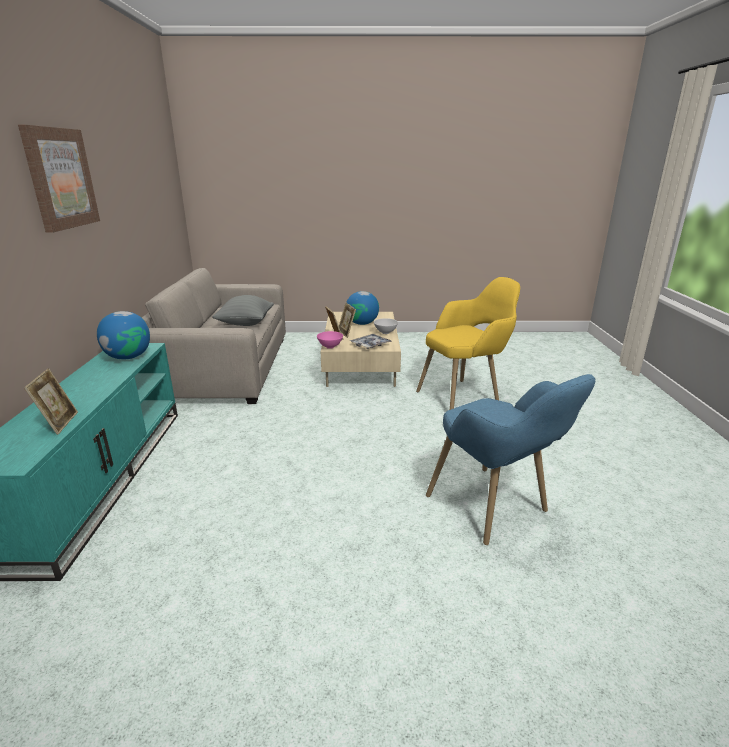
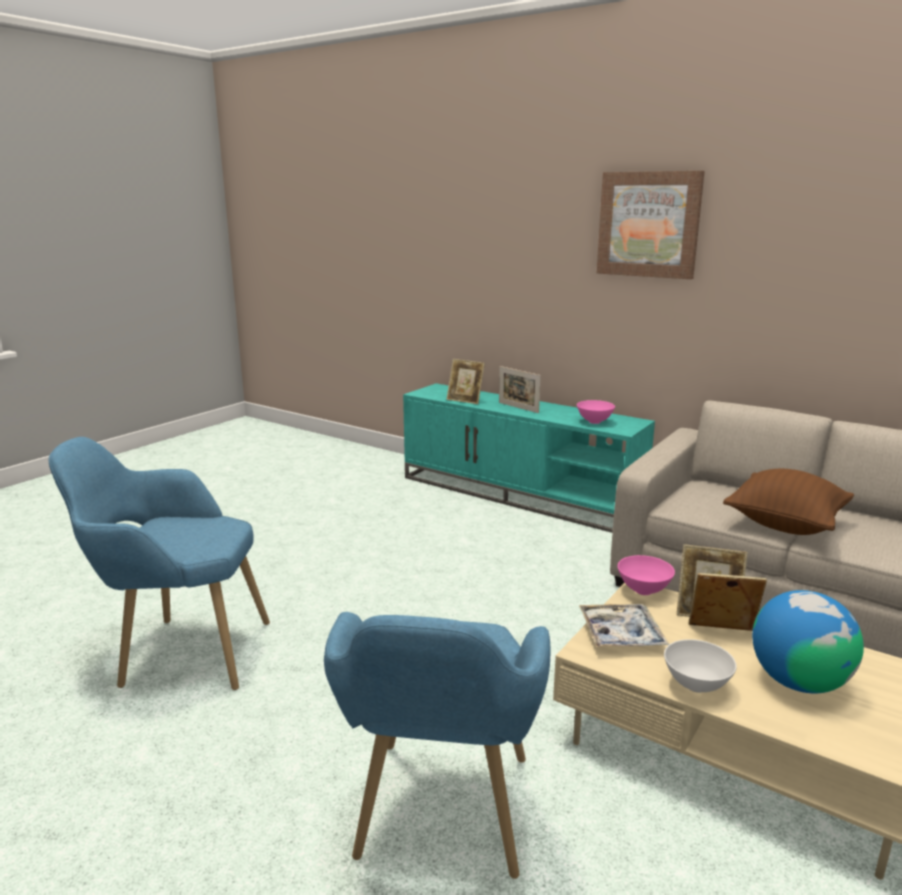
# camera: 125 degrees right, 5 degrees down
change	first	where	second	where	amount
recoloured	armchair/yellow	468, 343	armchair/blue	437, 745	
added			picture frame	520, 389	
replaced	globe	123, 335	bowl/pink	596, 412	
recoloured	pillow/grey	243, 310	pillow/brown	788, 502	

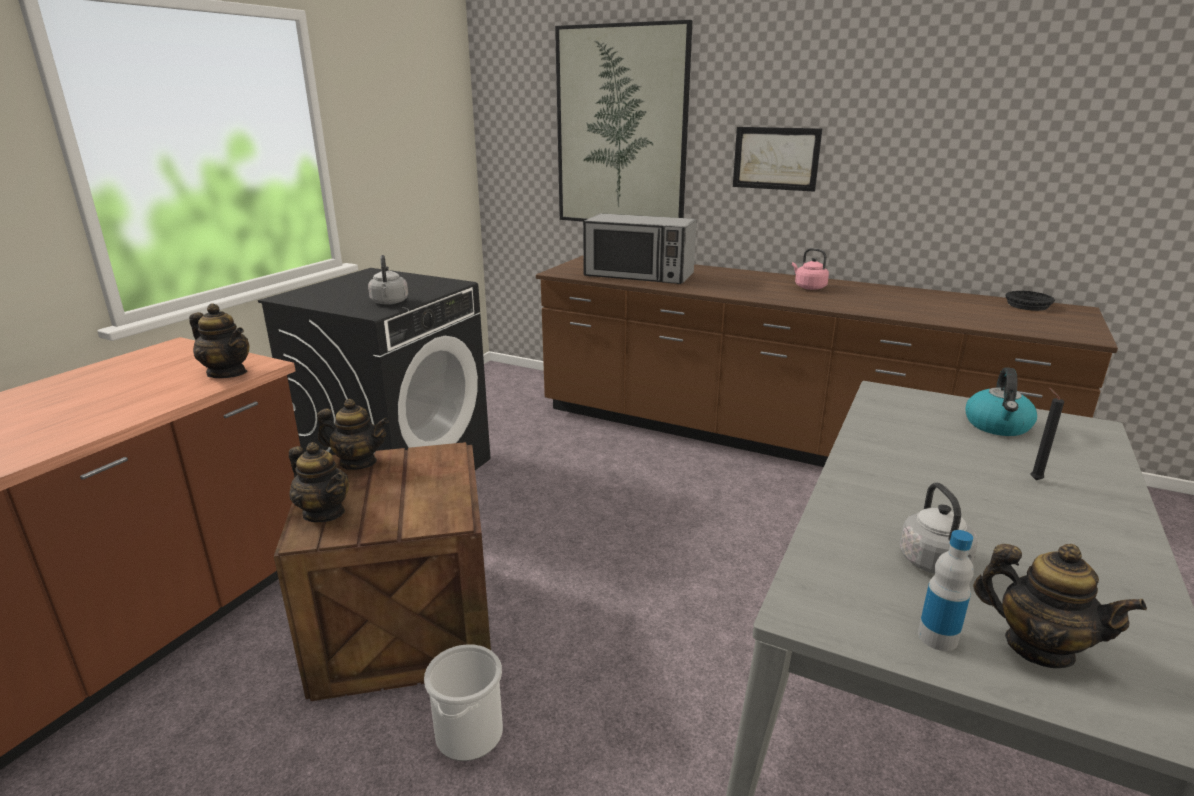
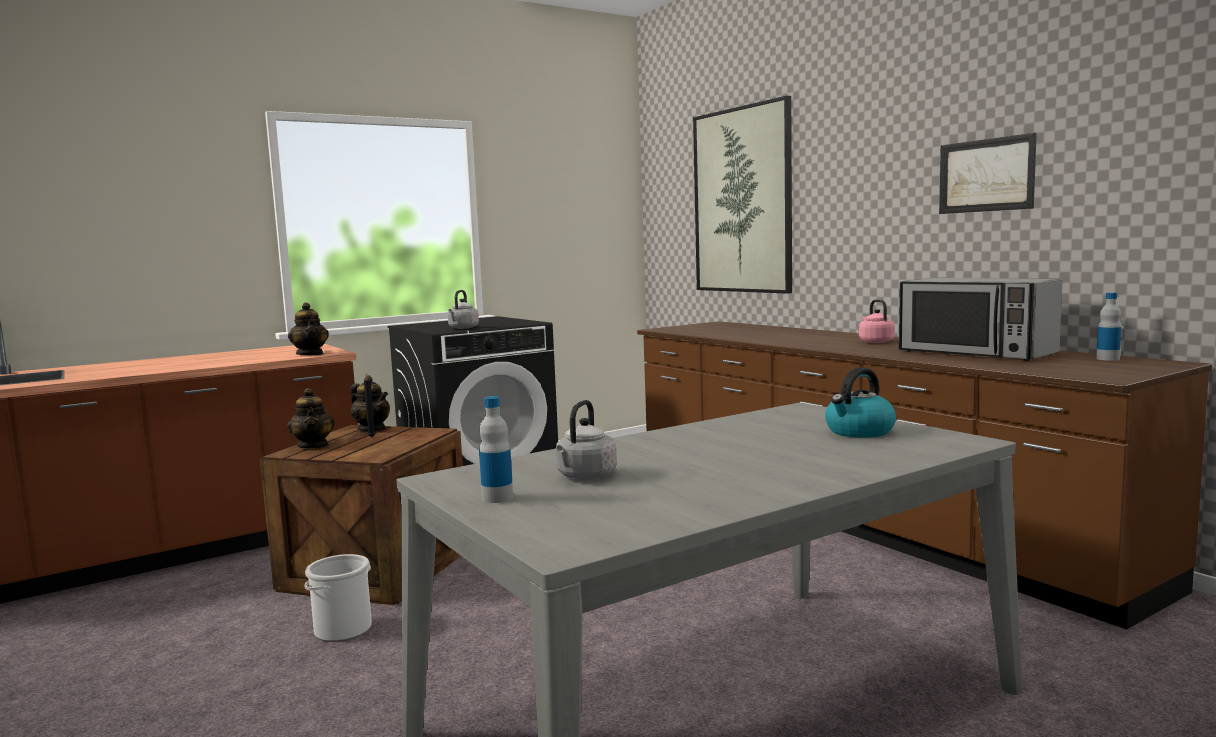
# camera: 30 degrees right, 15 degrees down
change	first	where	second	where	amount
moved	candle/black	1047, 434		370, 405	
moved	microwave	639, 249		980, 319	
moved	picture	777, 159		988, 173	
replaced	bowl/black	1030, 301	bottle	1109, 326	
removed	teapot	1060, 606			

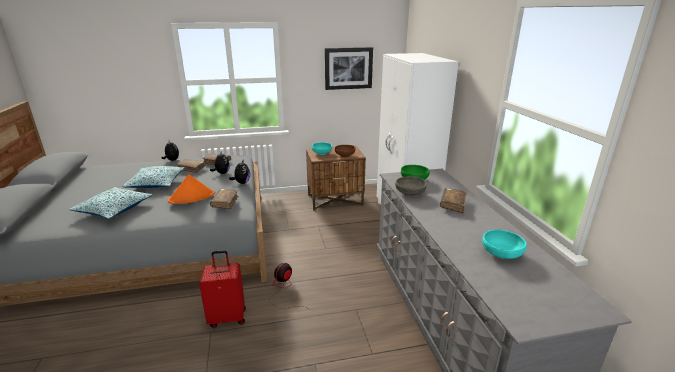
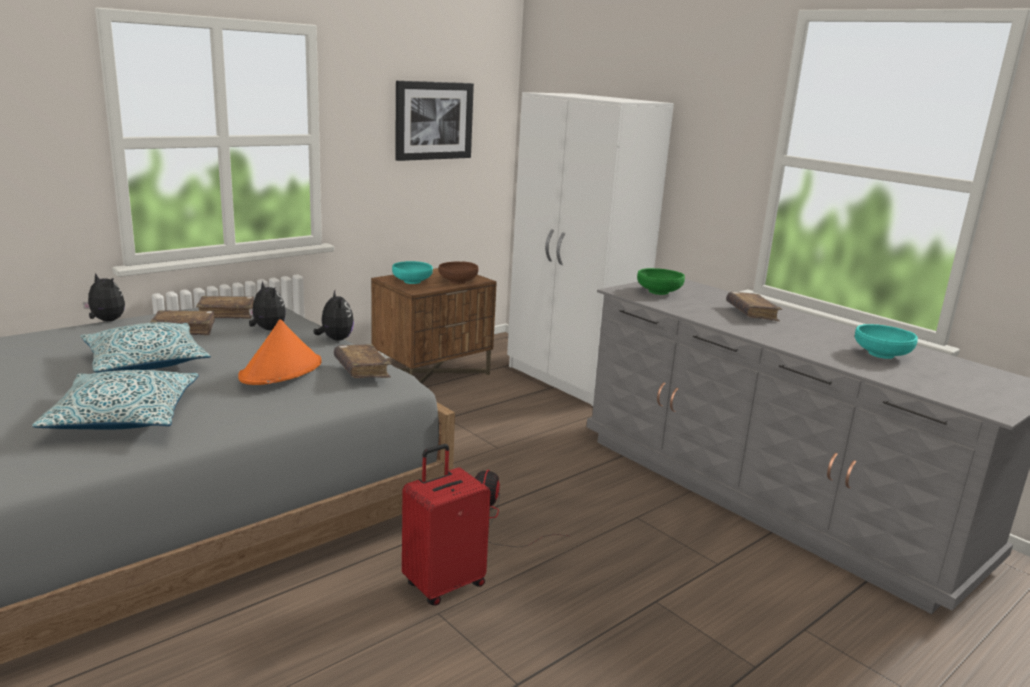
# camera: 30 degrees left, 5 degrees down
change	first	where	second	where	amount
removed	bowl/grey	411, 186			

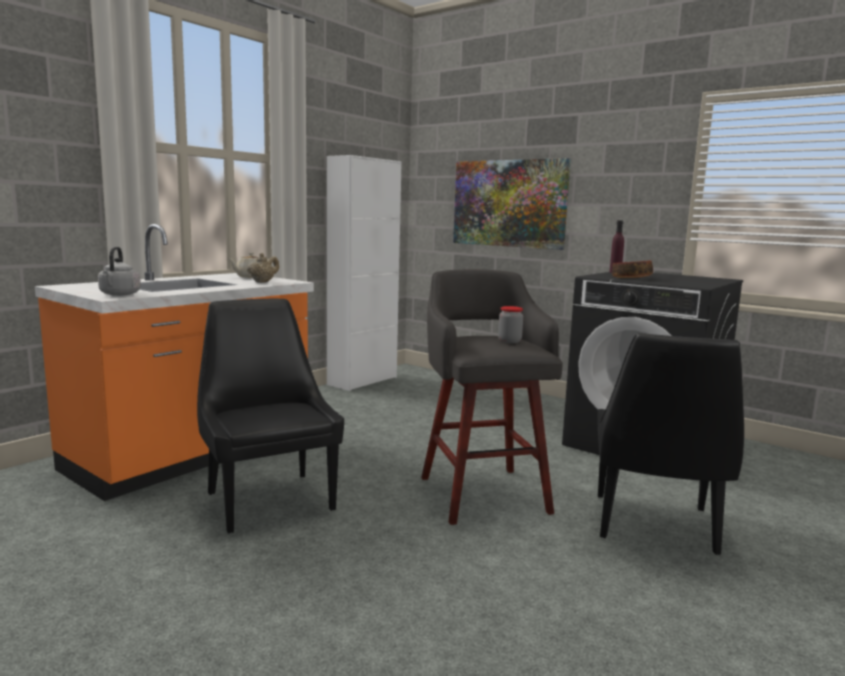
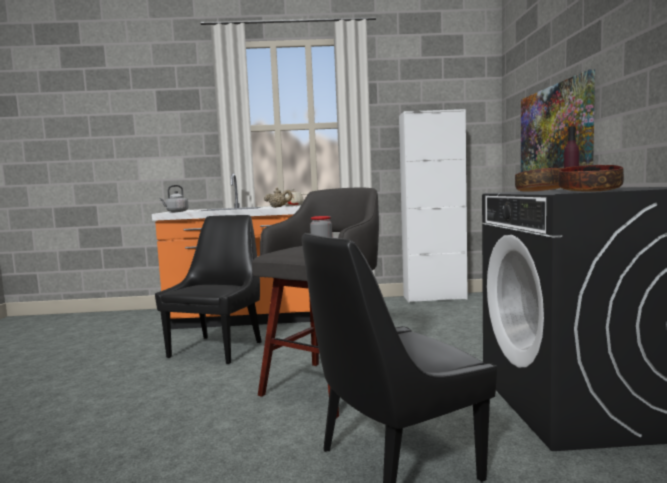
# camera: 50 degrees right, 5 degrees down
change	first	where	second	where	amount
added			bowl	591, 178	

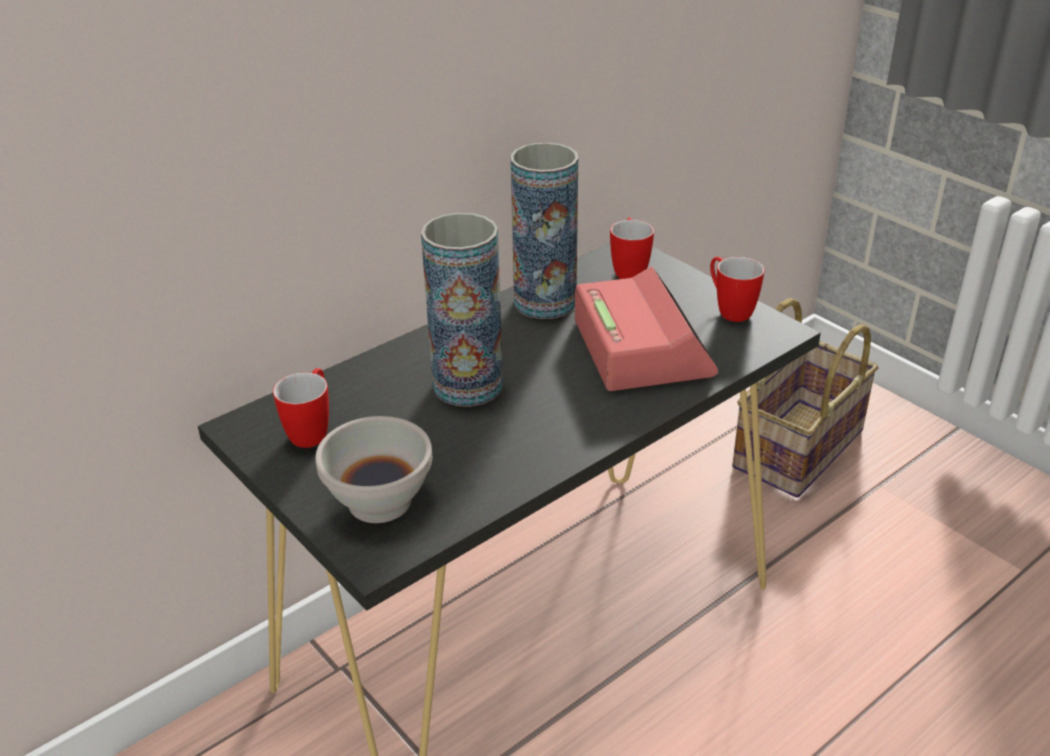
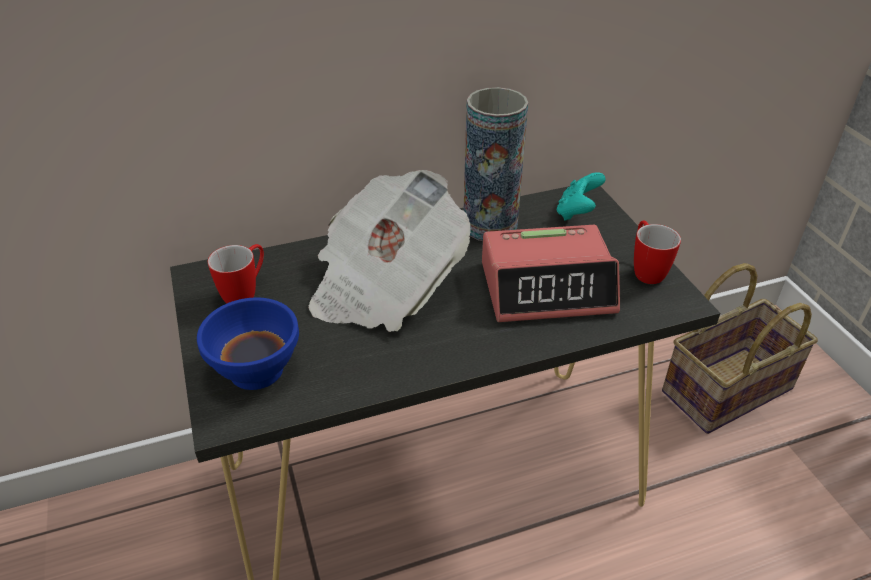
# camera: 20 degrees right, 5 degrees up
change	first	where	second	where	amount
recoloured	bowl/white	373, 469	bowl/blue	248, 344	
replaced	vase	462, 310	newspaper	389, 251	
turned	alarm clock	646, 328		551, 273	75 degrees clockwise
replaced	mug	632, 248	game controller/turquoise	581, 196	

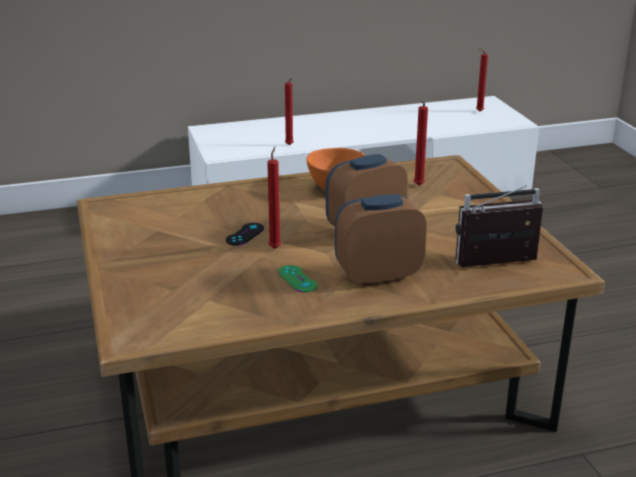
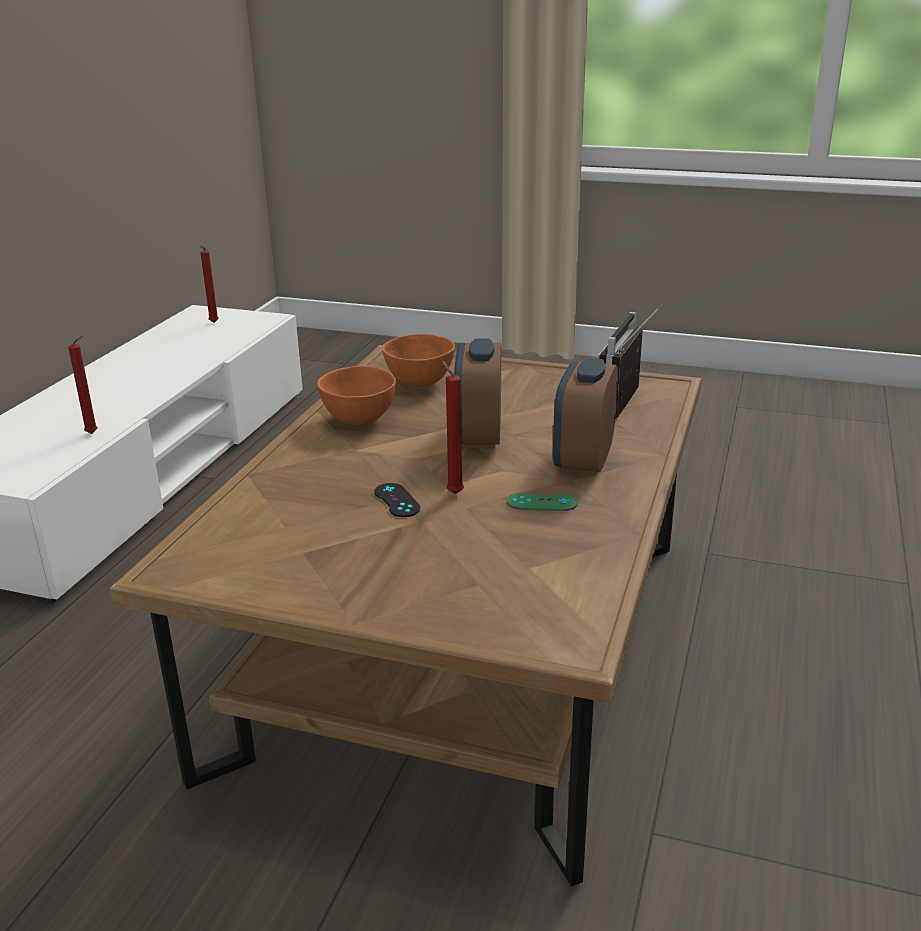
# camera: 55 degrees left, 0 degrees up
change	first	where	second	where	amount
replaced	candle/red	421, 143	bowl/orange	418, 360	

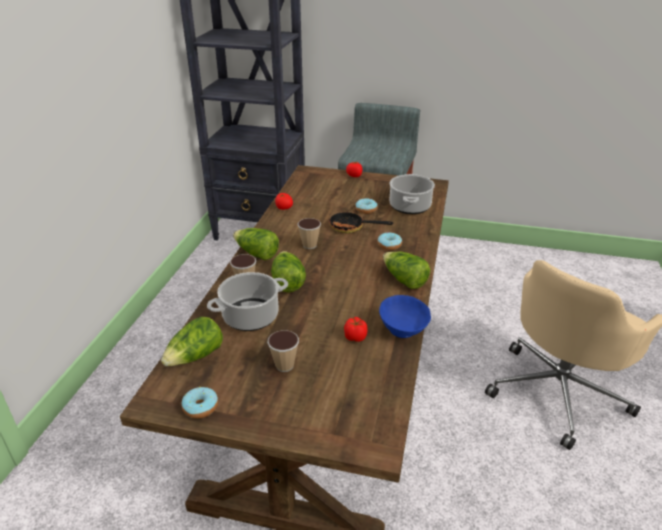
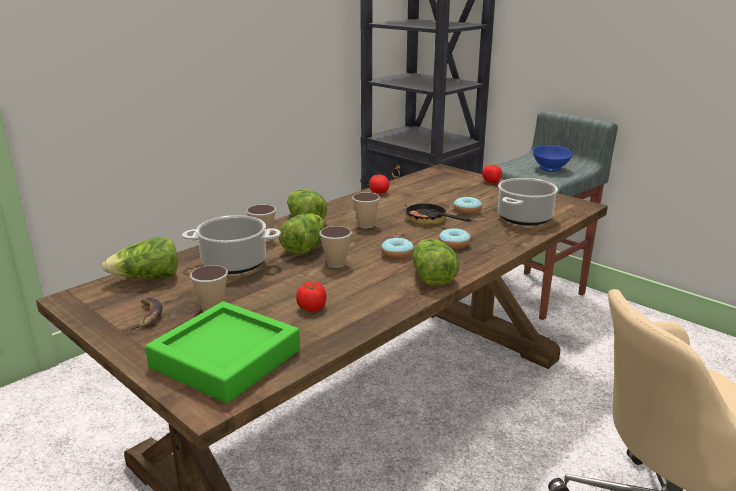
# camera: 30 degrees right, 10 degrees down
change	first	where	second	where	amount
added			banana	145, 314	
added			tray/green	222, 352	
added			cup	335, 247	
moved	donut	199, 403		397, 248	
moved	bowl/blue	405, 316		553, 158	

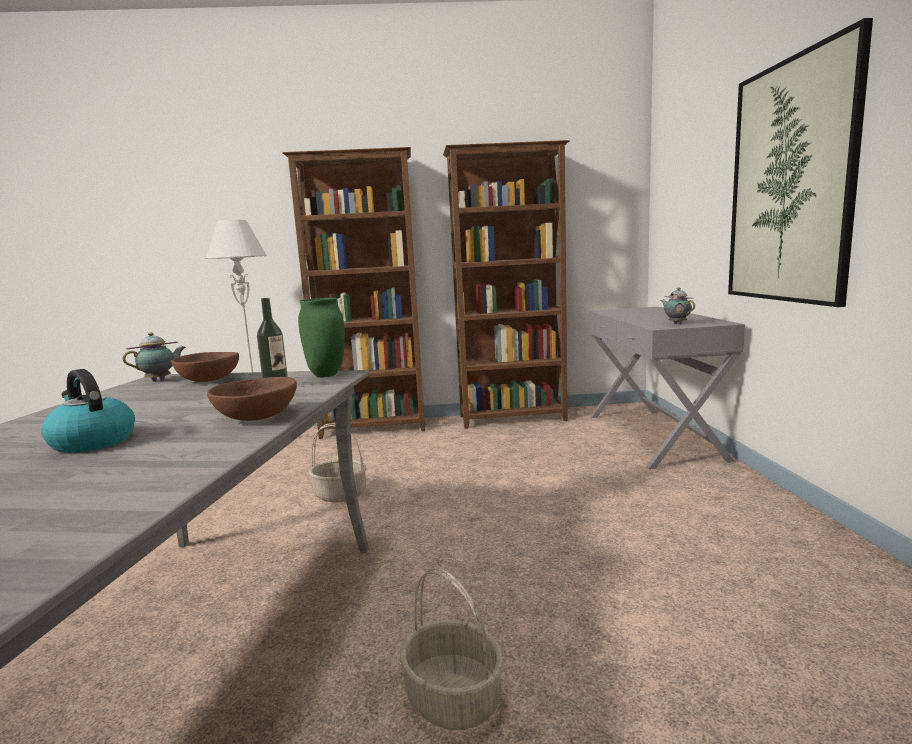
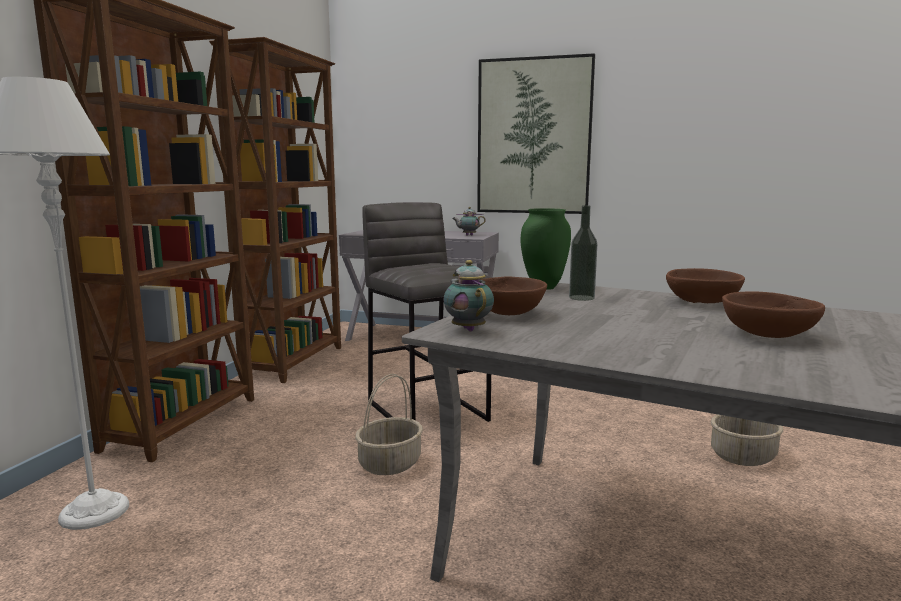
# camera: 70 degrees left, 0 degrees up
change	first	where	second	where	amount
added			stool/grey	426, 312	
replaced	kettle	88, 411	bowl/brown	773, 314	

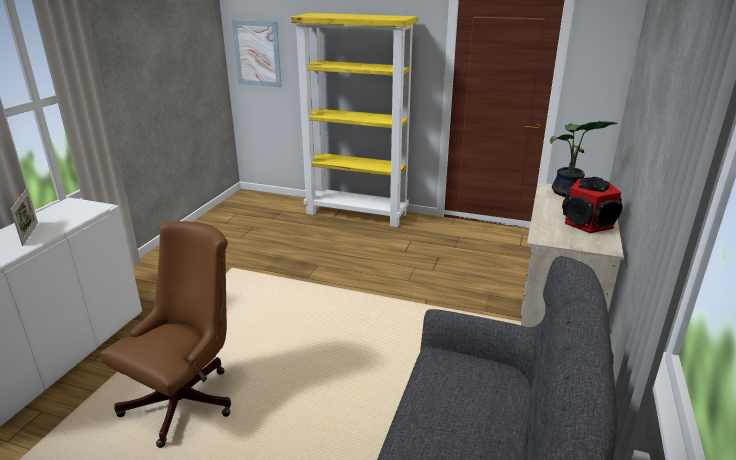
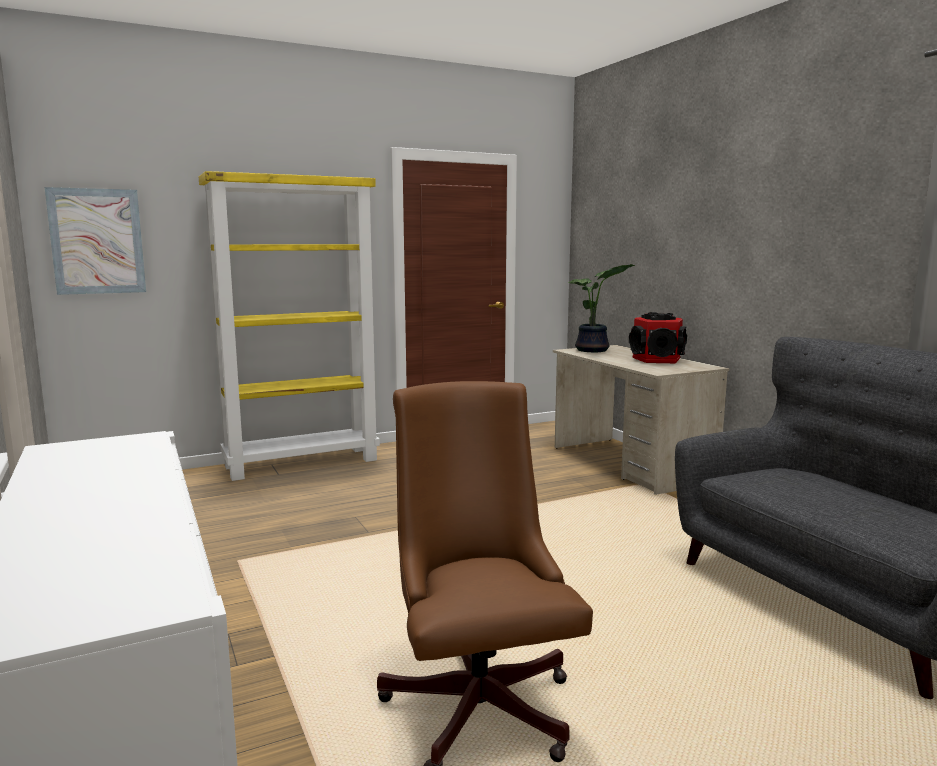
# camera: 45 degrees left, 15 degrees down
change	first	where	second	where	amount
removed	picture frame	24, 217			

